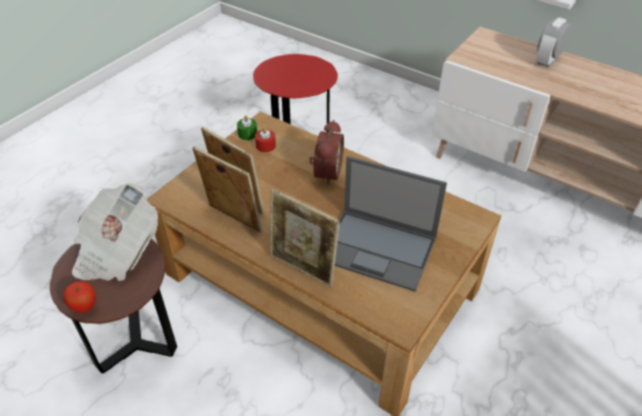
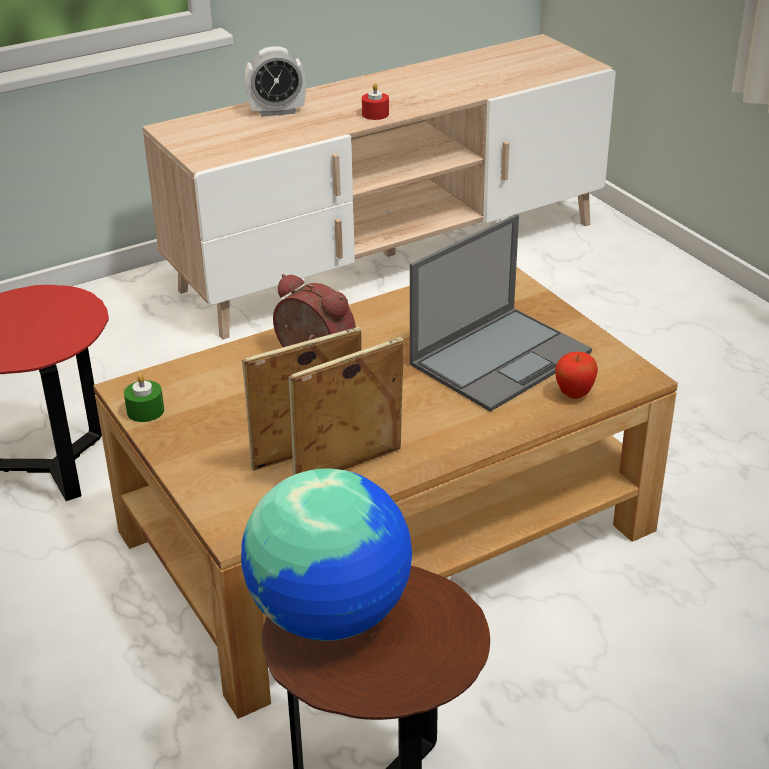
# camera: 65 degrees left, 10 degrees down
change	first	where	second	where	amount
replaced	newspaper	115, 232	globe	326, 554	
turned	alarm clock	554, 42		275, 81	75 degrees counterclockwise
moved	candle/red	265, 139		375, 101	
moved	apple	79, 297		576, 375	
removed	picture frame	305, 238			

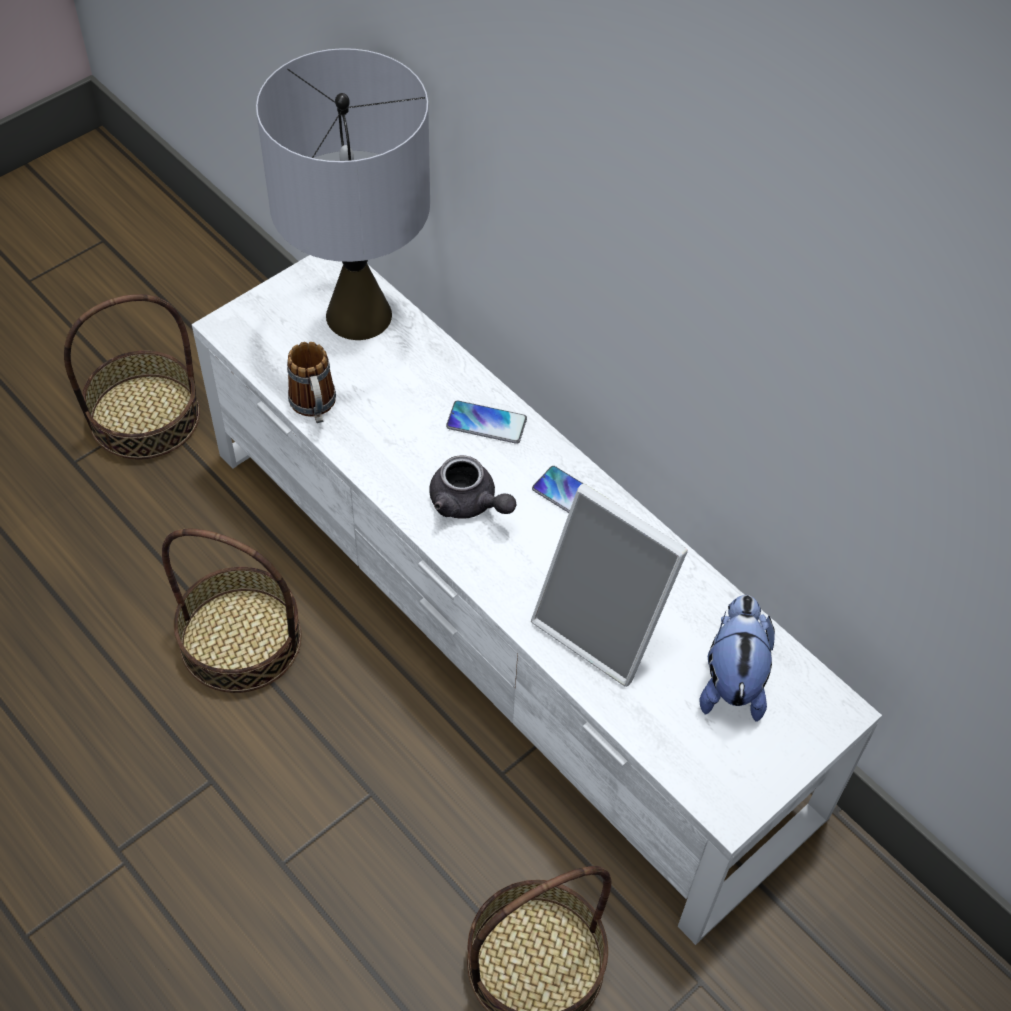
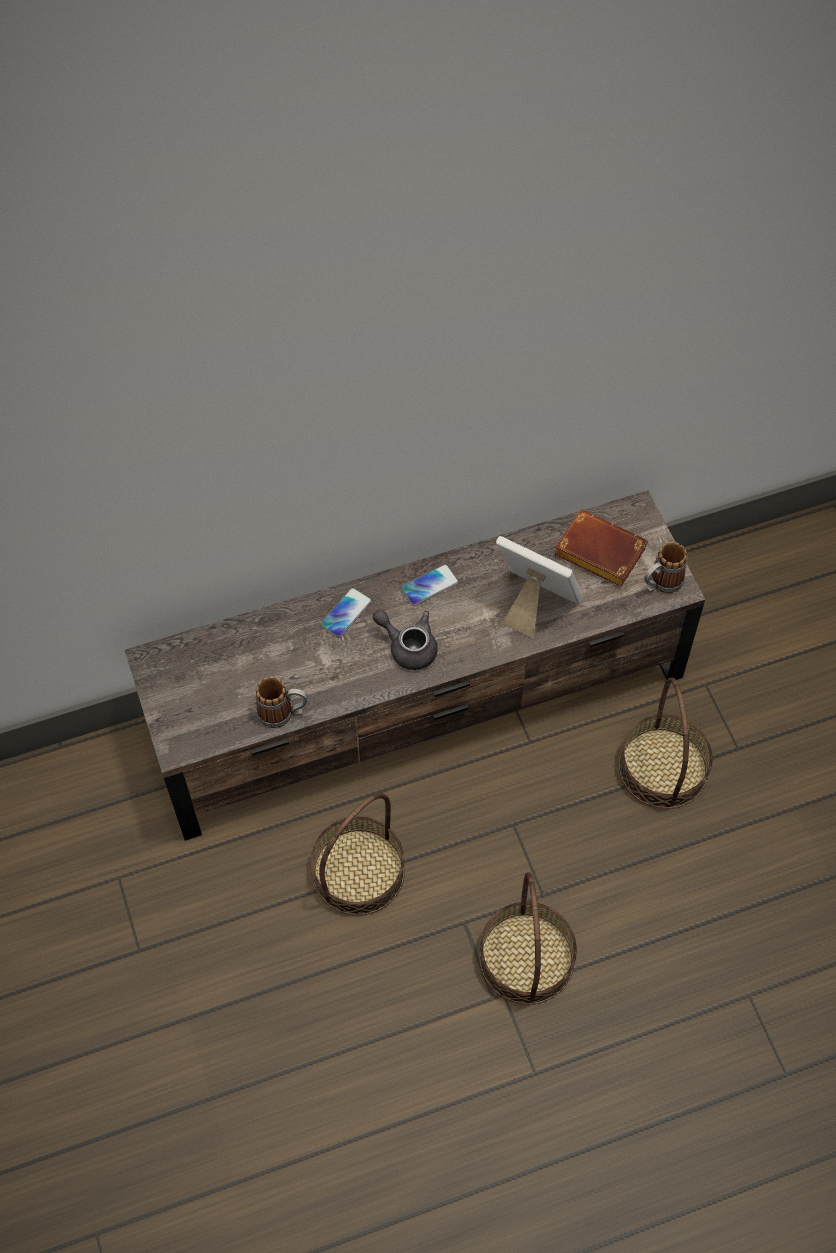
# camera: 65 degrees left, 5 degrees up
change	first	where	second	where	amount
recoloured	tv stand/white	537, 600	tv stand/brown	415, 665	
turned	teapot/grey	472, 487		405, 640	120 degrees counterclockwise
moved	basket	132, 377		528, 938	
turned	picture frame	609, 585		539, 587	120 degrees counterclockwise
replaced	plush toy	737, 658	book/brown	601, 548	
added			mug	665, 567	
removed	table lamp/grey	343, 194			

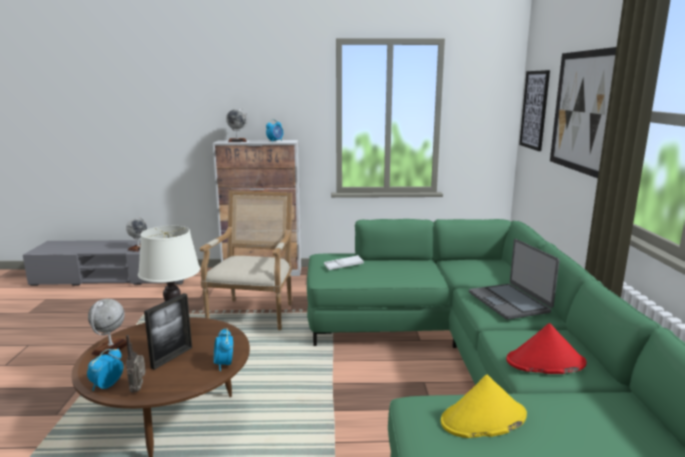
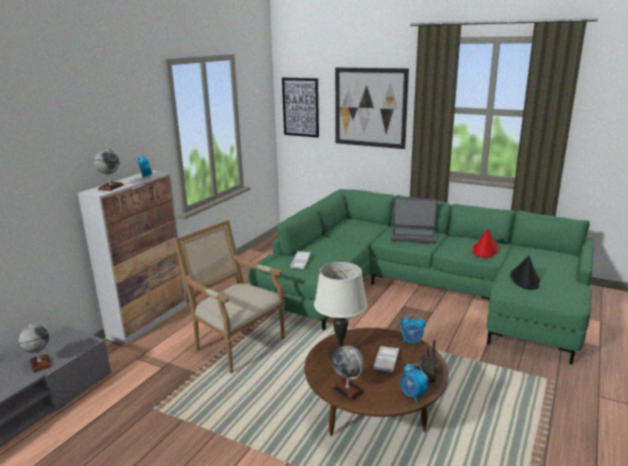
# camera: 60 degrees left, 5 degrees up
change	first	where	second	where	amount
replaced	picture frame	168, 331	tray/white	386, 359	
recoloured	hat/yellow	484, 406	hat/black	525, 273	

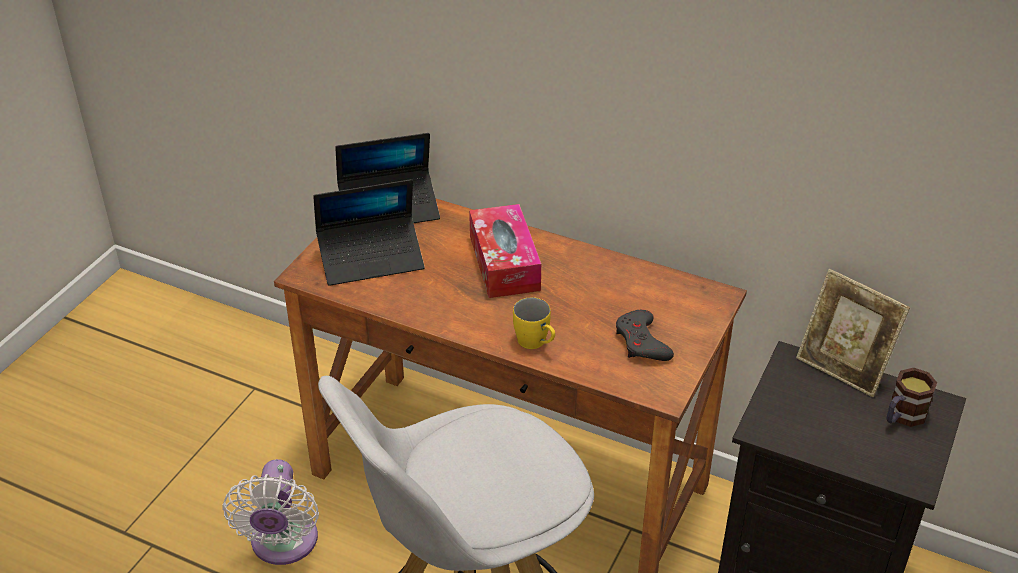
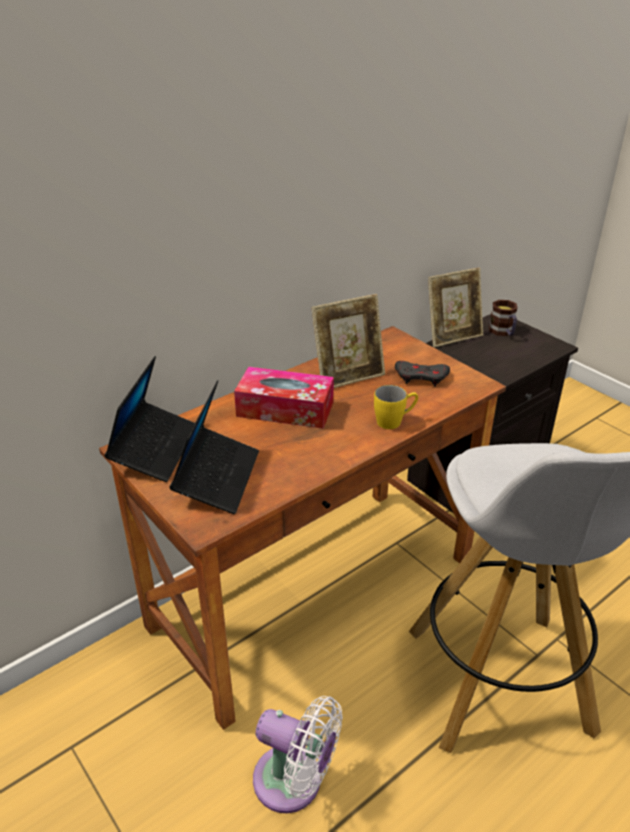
# camera: 65 degrees left, 5 degrees down
change	first	where	second	where	amount
added			picture frame	348, 341	

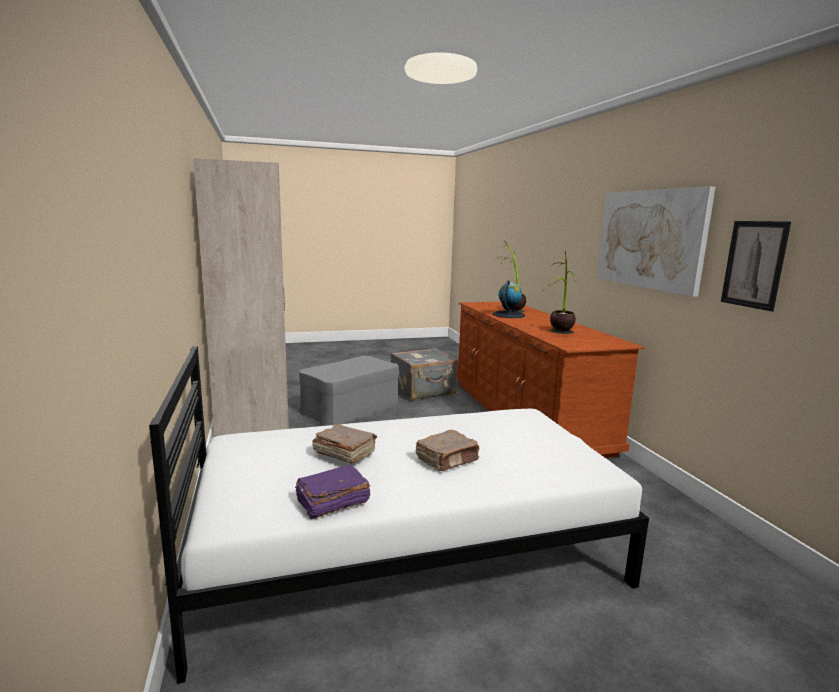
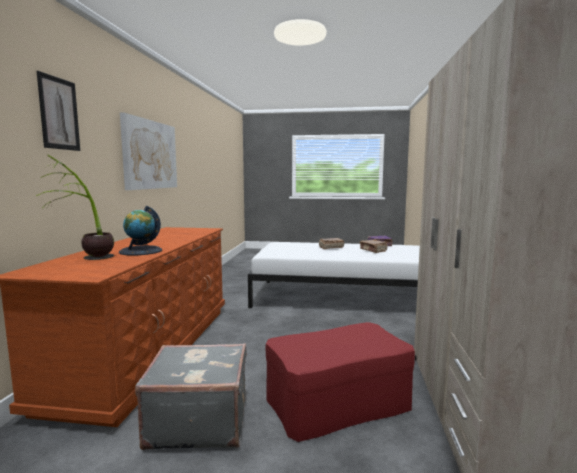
# camera: 155 degrees left, 5 degrees down
change	first	where	second	where	amount
moved	picture	756, 266		58, 111	
recoloured	ottoman/grey	349, 391	ottoman/red	340, 382	
removed	potted plant	560, 292			

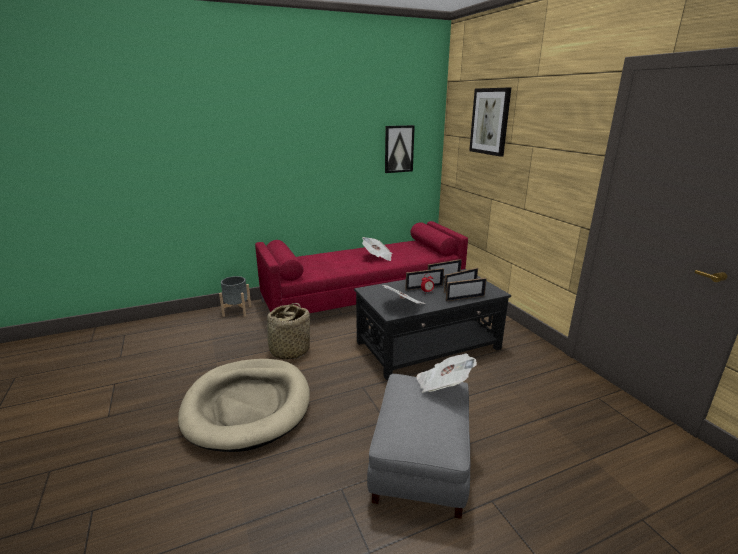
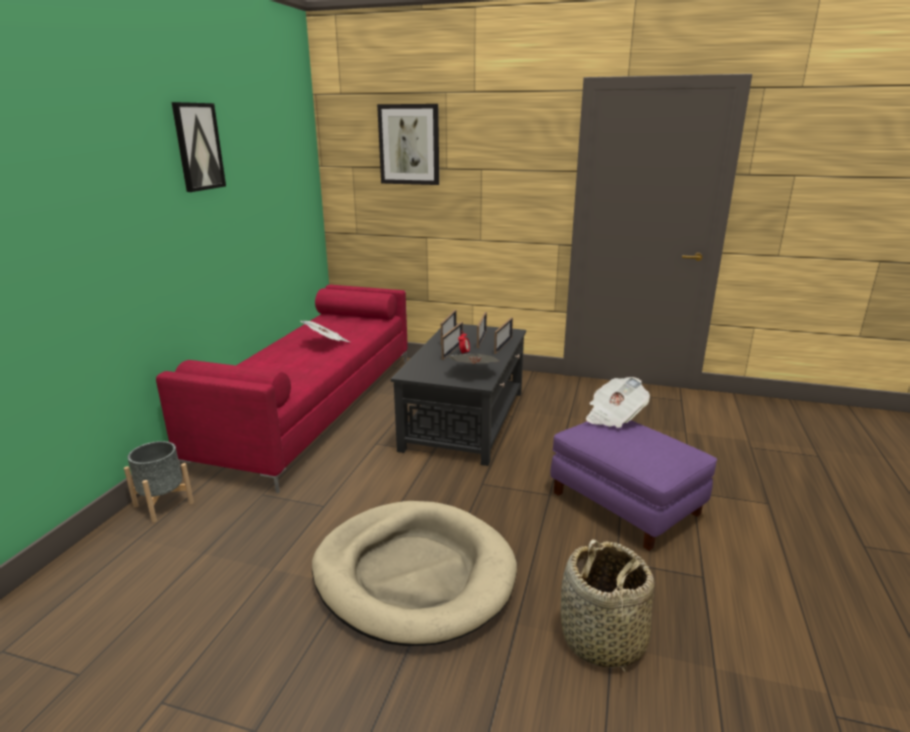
# camera: 50 degrees left, 0 degrees up
change	first	where	second	where	amount
moved	picture	400, 149		199, 147	
recoloured	ottoman/grey	418, 446	ottoman/purple	634, 485	
moved	basket	285, 331		608, 606	

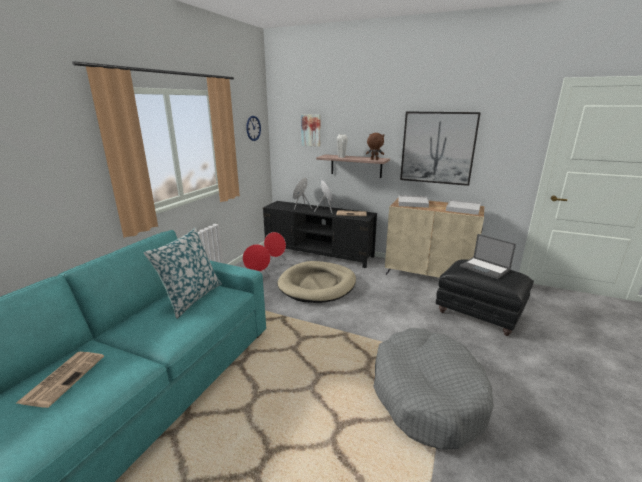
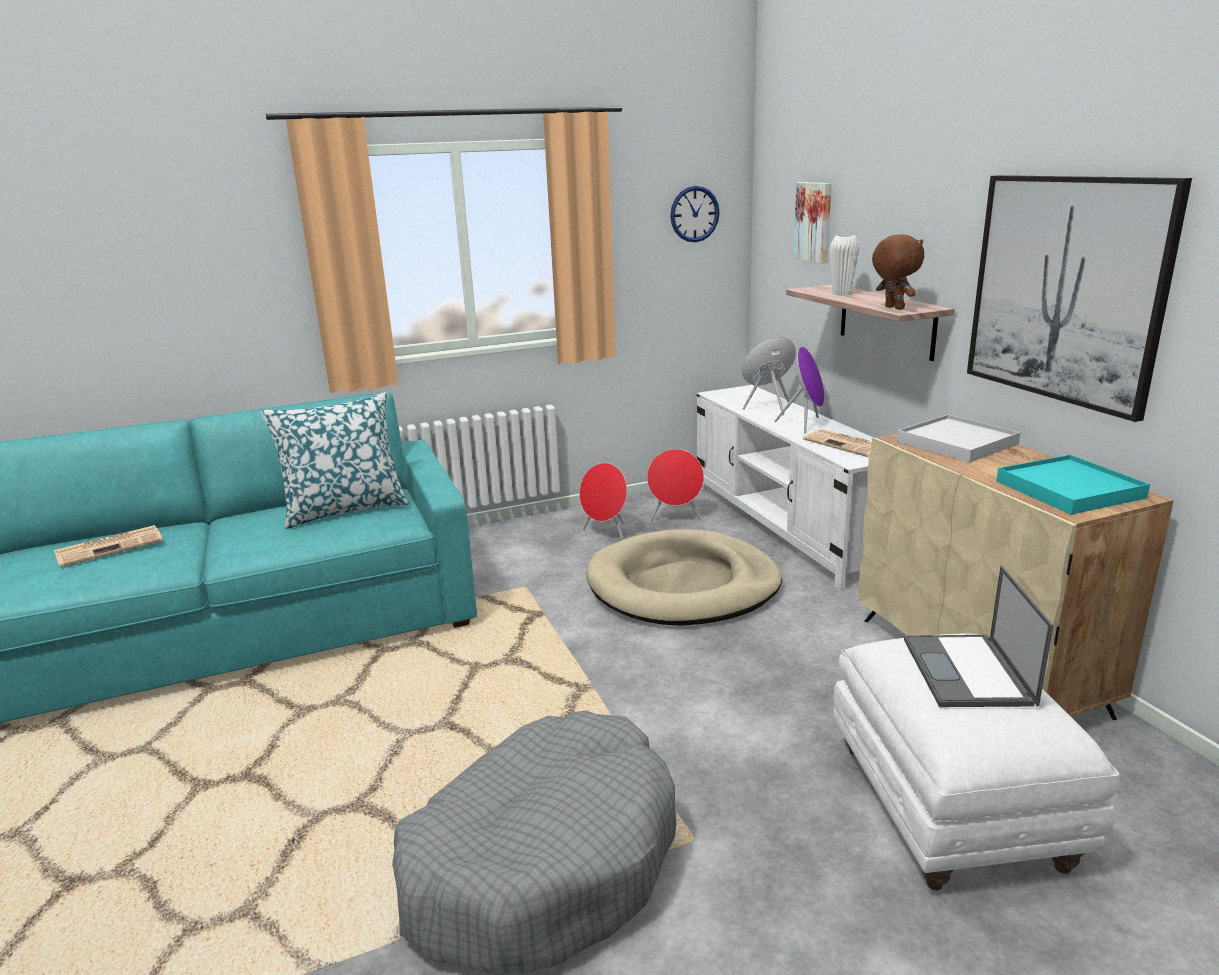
# camera: 45 degrees right, 0 degrees up
change	first	where	second	where	amount
recoloured	tv stand/black	320, 234	tv stand/white	785, 488	
recoloured	ottoman/black	485, 297	ottoman/white	976, 762	
recoloured	tray/white	463, 207	tray/turquoise	1073, 485	

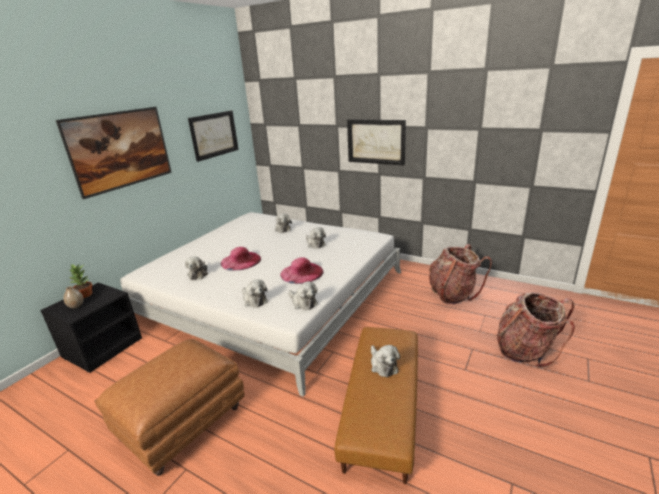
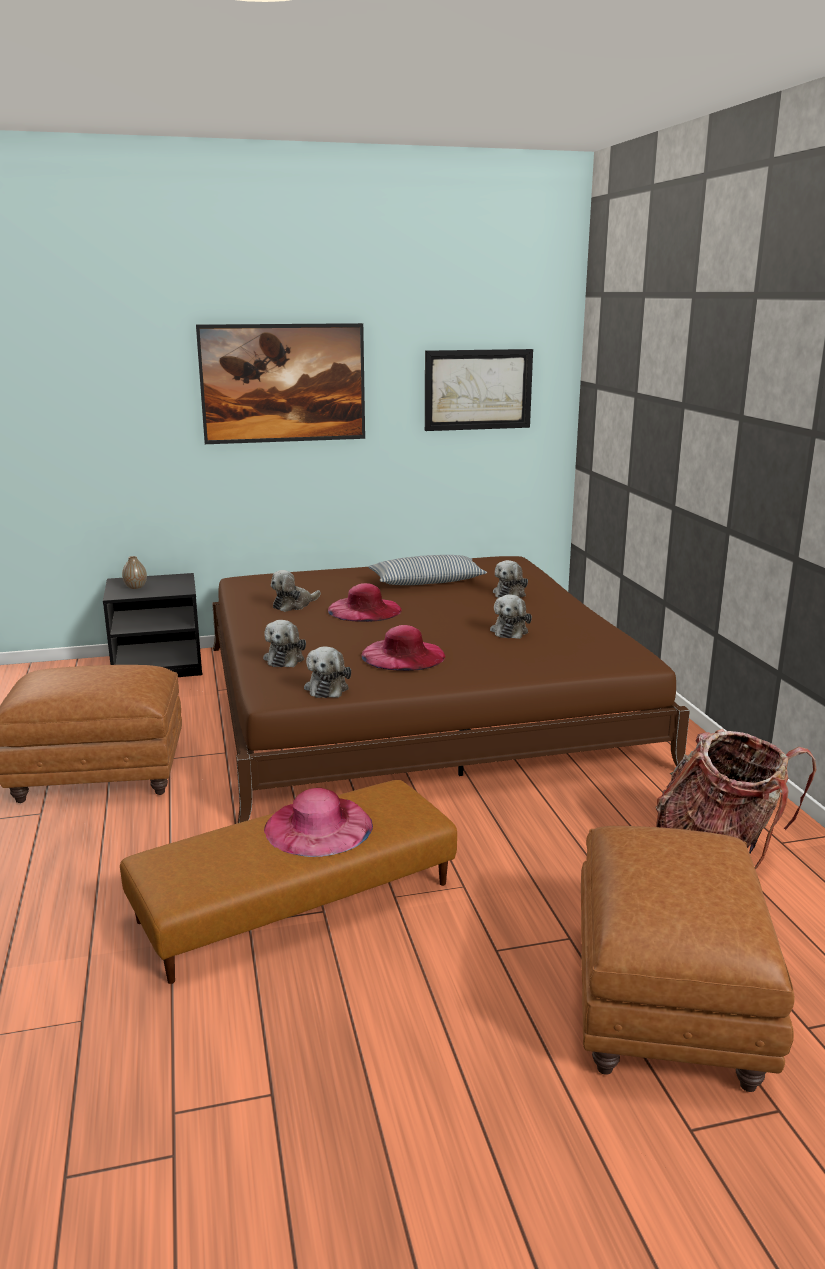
# camera: 45 degrees right, 5 degrees down
change	first	where	second	where	amount
recoloured	bed/white	260, 304	bed/brown	451, 689	
replaced	plush toy	385, 361	hat/pink	318, 822	
added			pillow	428, 570	
replaced	backpack	536, 329	ottoman/brown	688, 959	
removed	potted plant	80, 280			
removed	picture	376, 142			

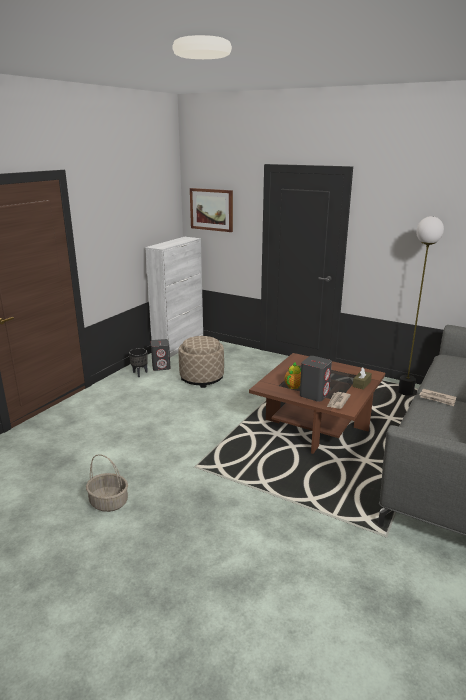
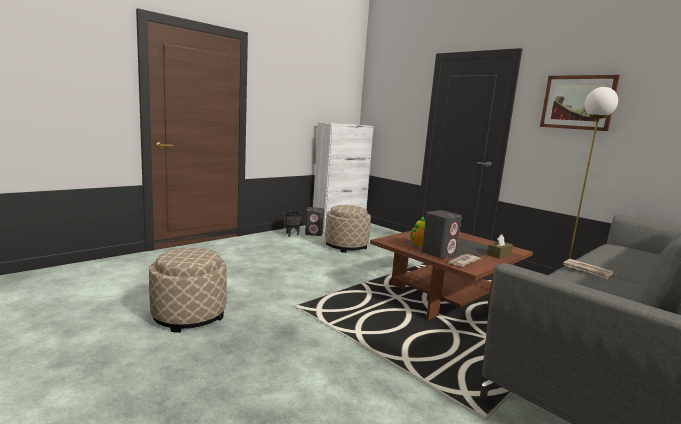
# camera: 15 degrees right, 10 degrees down
change	first	where	second	where	amount
replaced	basket	107, 483	ottoman/beige	188, 290	
moved	picture	211, 210		580, 103	

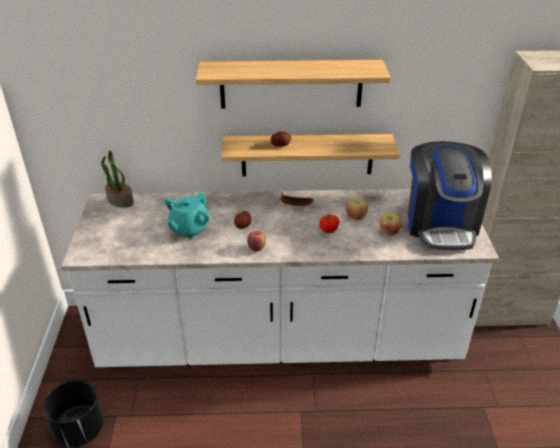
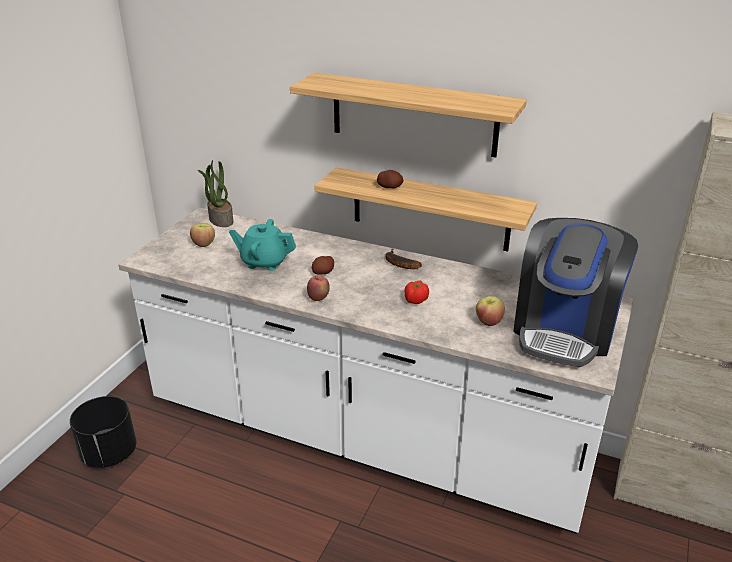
# camera: 25 degrees right, 5 degrees down
change	first	where	second	where	amount
moved	apple	357, 209		202, 235	
turned	teapot/turquoise	187, 216		262, 245	45 degrees clockwise

